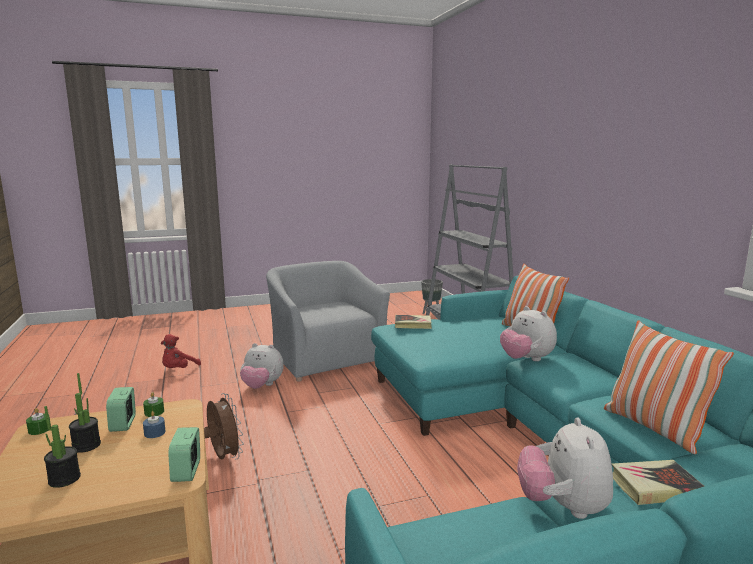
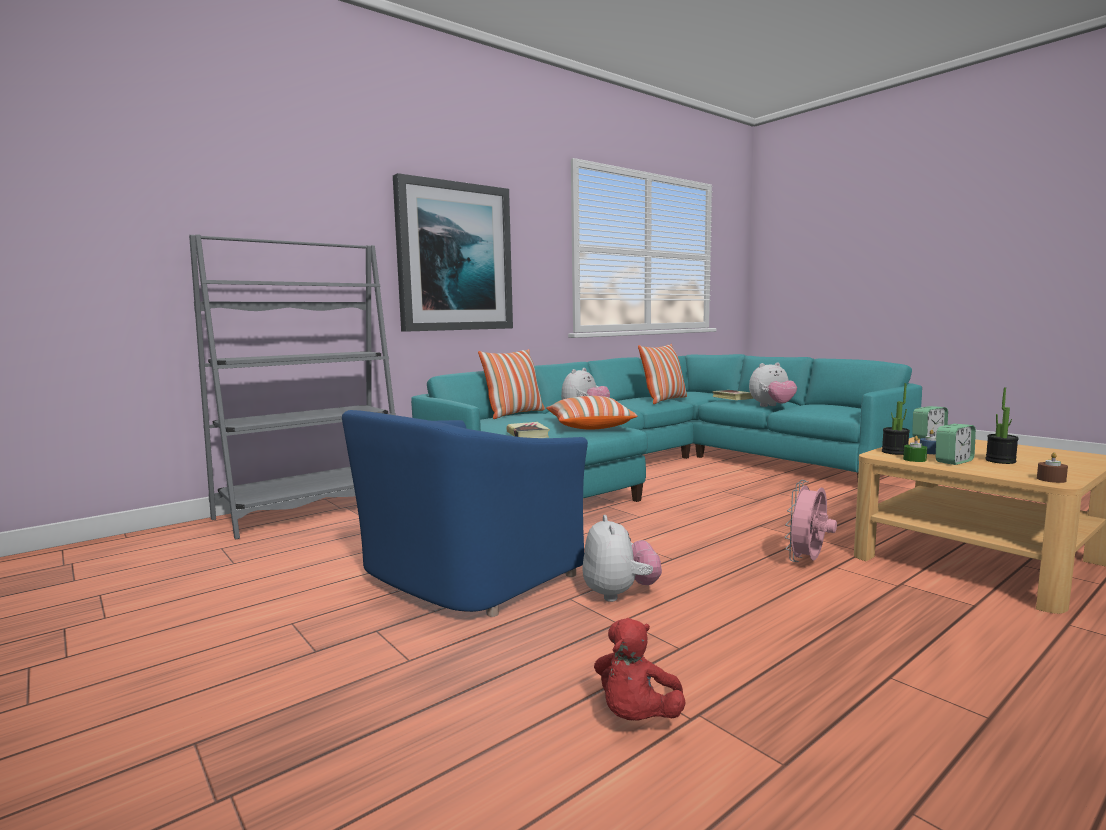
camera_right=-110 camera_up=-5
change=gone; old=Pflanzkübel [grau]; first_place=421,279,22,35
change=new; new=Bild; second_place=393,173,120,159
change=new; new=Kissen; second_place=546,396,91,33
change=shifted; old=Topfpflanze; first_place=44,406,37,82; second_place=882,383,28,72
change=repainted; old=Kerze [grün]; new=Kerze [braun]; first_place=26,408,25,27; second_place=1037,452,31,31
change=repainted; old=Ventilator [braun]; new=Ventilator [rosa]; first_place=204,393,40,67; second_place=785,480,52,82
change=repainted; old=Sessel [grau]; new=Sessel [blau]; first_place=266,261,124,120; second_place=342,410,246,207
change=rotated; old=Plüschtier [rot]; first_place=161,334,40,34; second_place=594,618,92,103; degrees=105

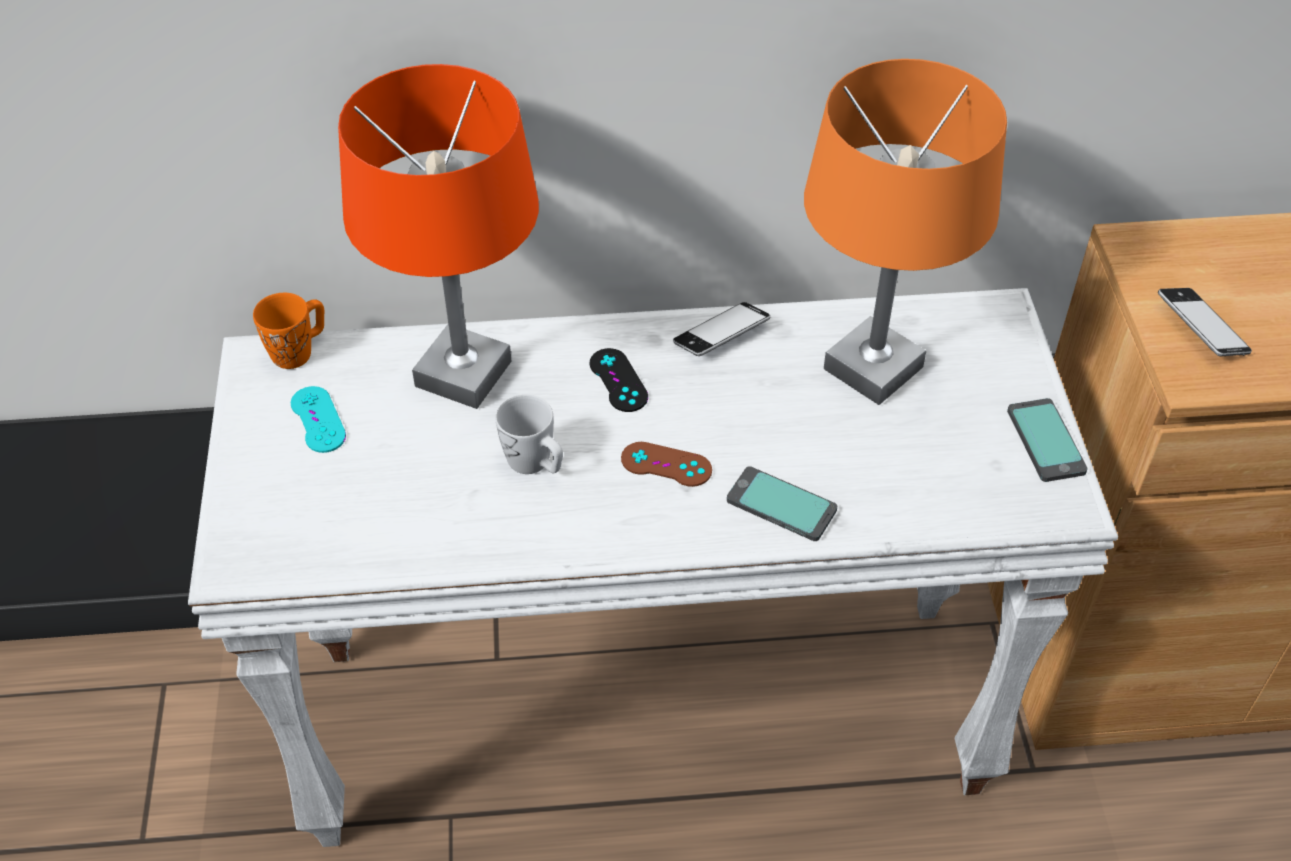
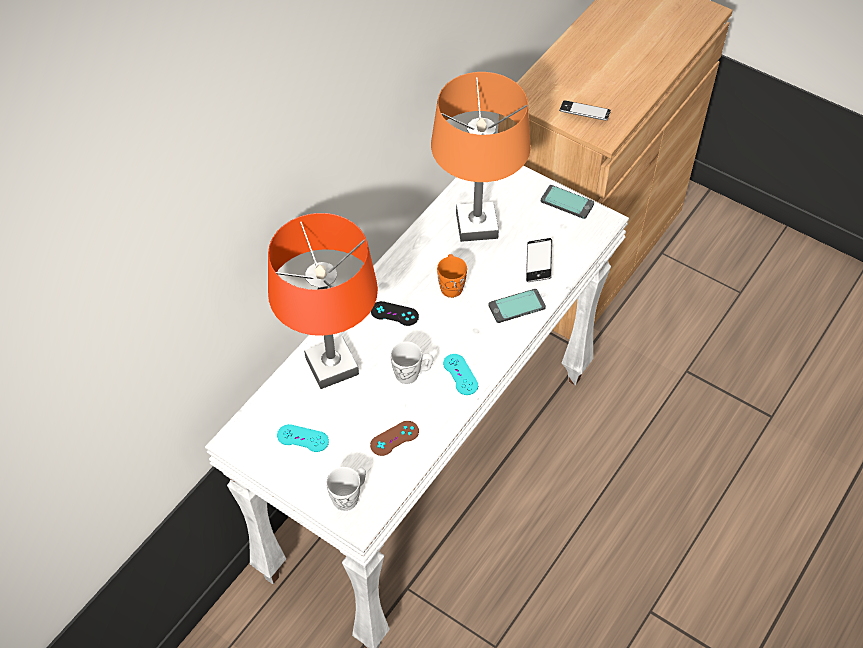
camera_right=-50 camera_up=5
change=new; new=Henkelbecher [weiß]; second_place=326,467,40,44
change=new; new=Gamepad [türkis]; second_place=443,354,35,41
change=shifted; old=Henkelbecher [orange]; first_place=253,293,71,76; second_place=437,254,30,44
change=shifted; old=Gamepad [braun]; first_place=621,442,91,45; second_place=370,421,49,35
change=shifted; old=Handy; first_place=673,302,97,54; second_place=526,238,26,44

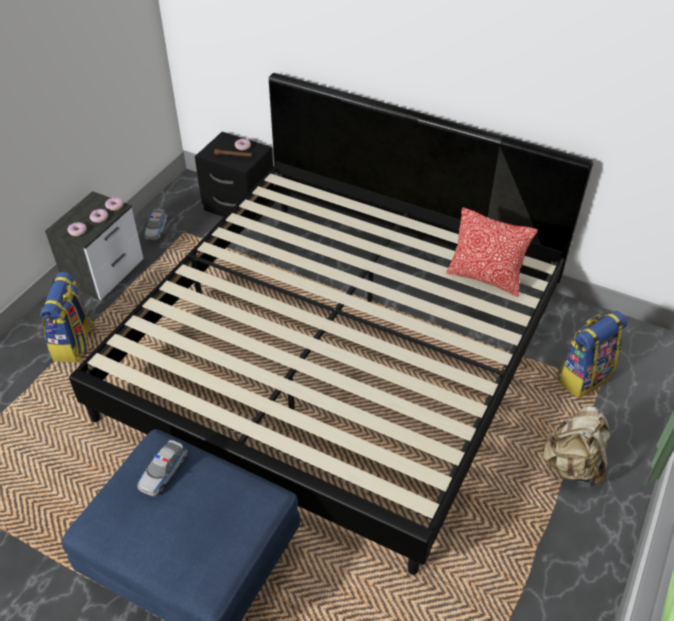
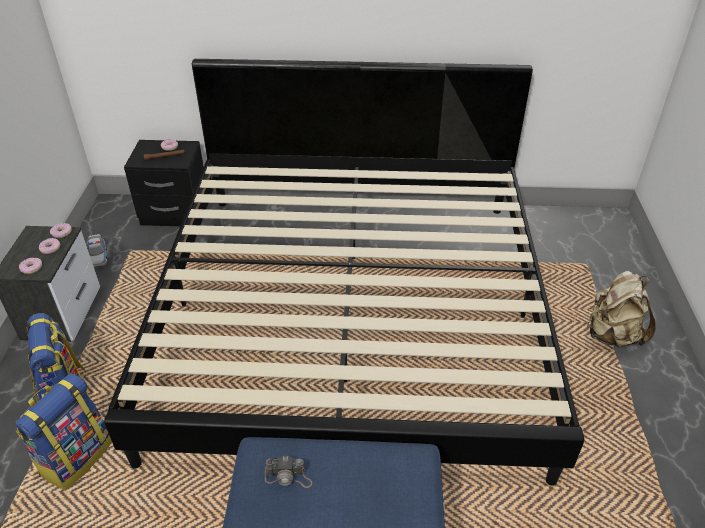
camera_right=-25 camera_up=-5
change=gone; old=Kissen; first_place=446,207,92,90
change=shifted; old=Rucksack; first_place=557,311,70,87; second_place=15,373,97,117
change=swapped; old=Spielzeugauto; new=Kamera; first_place=137,440,51,56; second_place=265,456,47,32

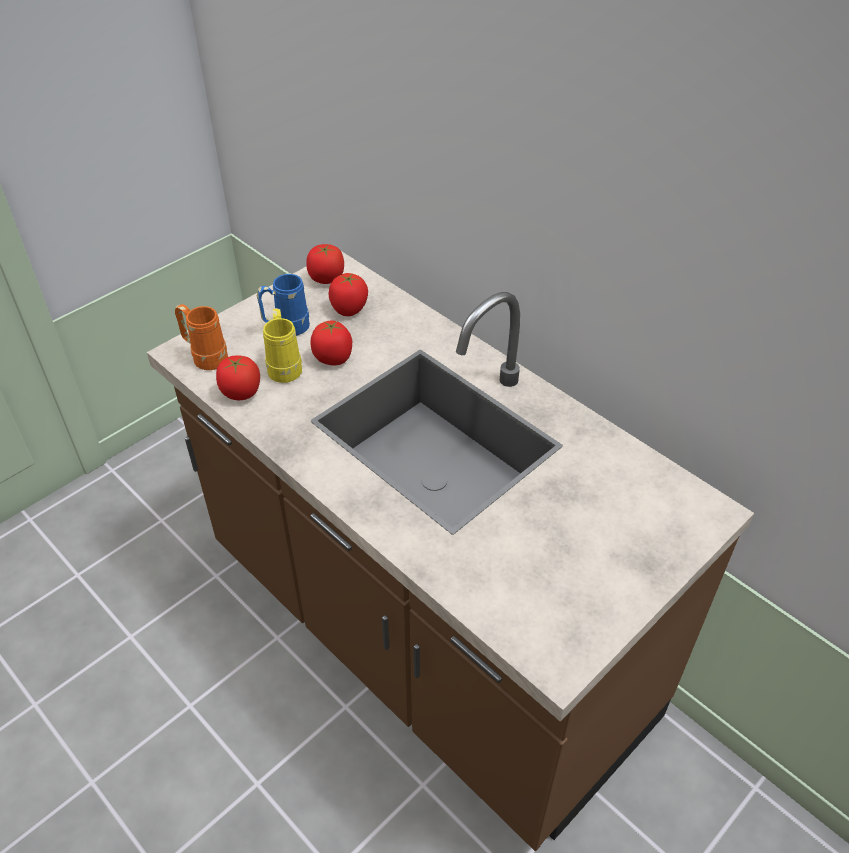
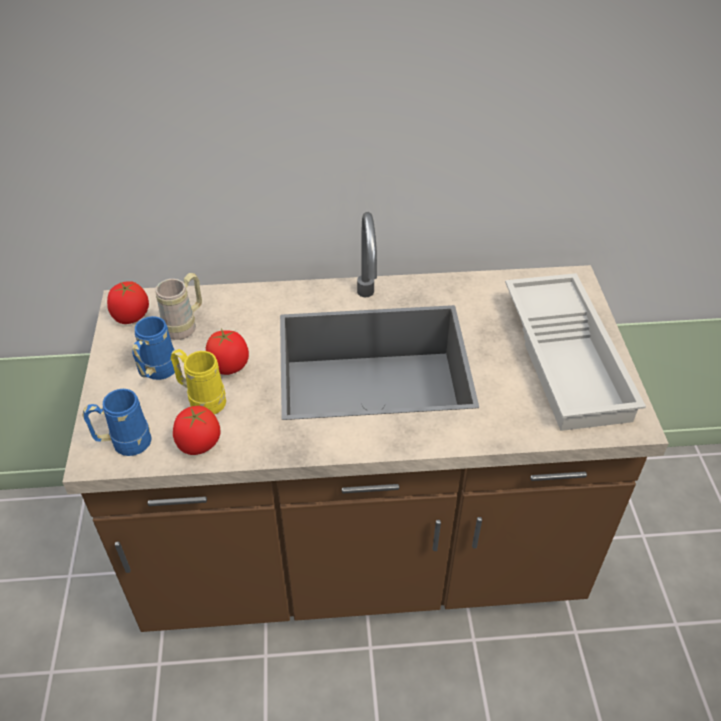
camera_right=-50 camera_up=0
change=new; new=Tablett [weiß]; second_place=505,273,141,158
change=swapped; old=Tomate; new=Henkelbecher [beige]; first_place=329,273,39,43; second_place=155,273,47,67
change=repainted; old=Henkelbecher [orange]; new=Henkelbecher [blau]; first_place=175,304,53,66; second_place=82,389,69,67

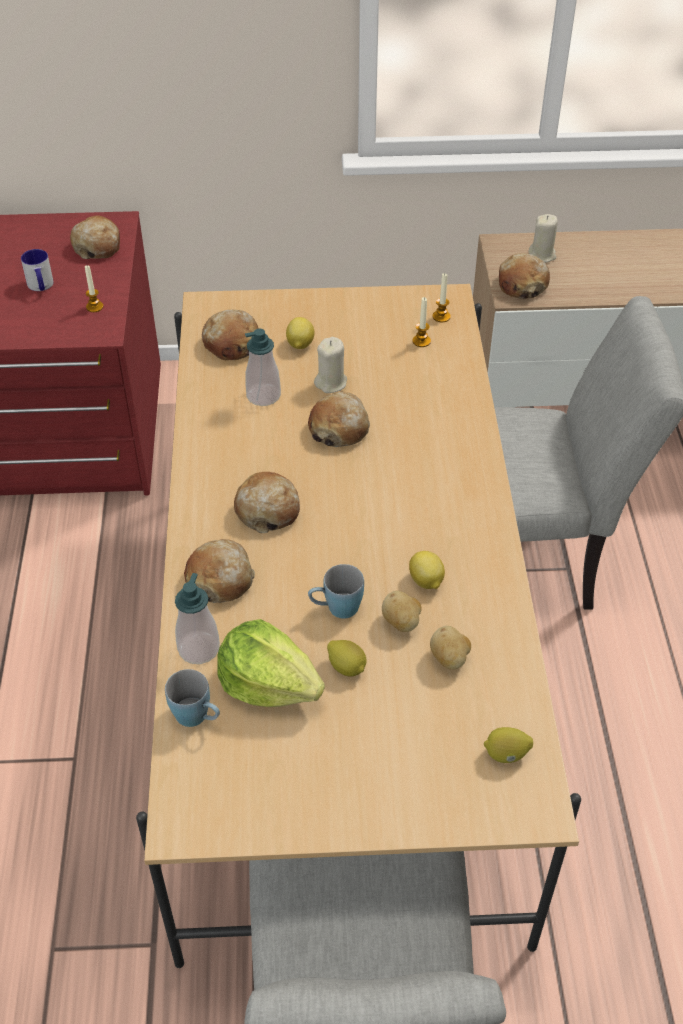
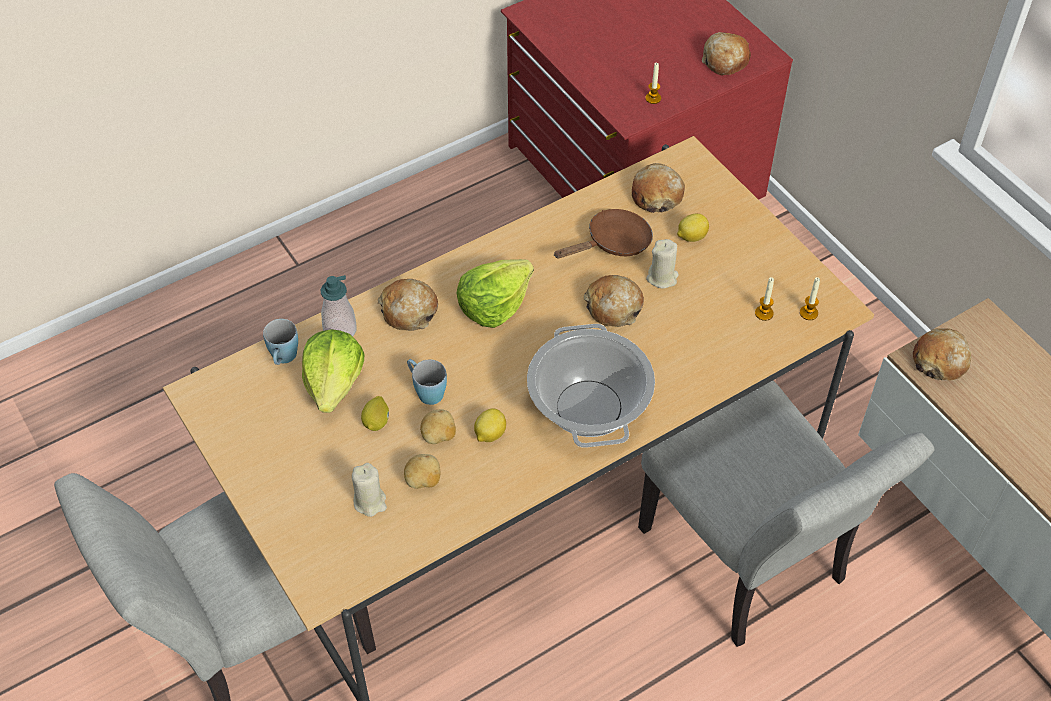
camera_right=60 camera_up=5
change=gone; old=Henkelbecher; first_place=21,249,33,42
change=gone; old=Zitrone; first_place=484,727,49,36
change=new; new=Kochtopf; second_place=527,324,128,123
change=shifted; old=Kerze [beige]; first_place=529,214,29,49; second_place=352,463,35,54
change=swapped; old=Brot; new=Salatkopf; first_place=234,472,66,61; second_place=457,259,77,69
change=swapped; old=Seifenspender; new=Pfanne [braun]; first_place=245,329,36,77; second_place=553,209,100,50

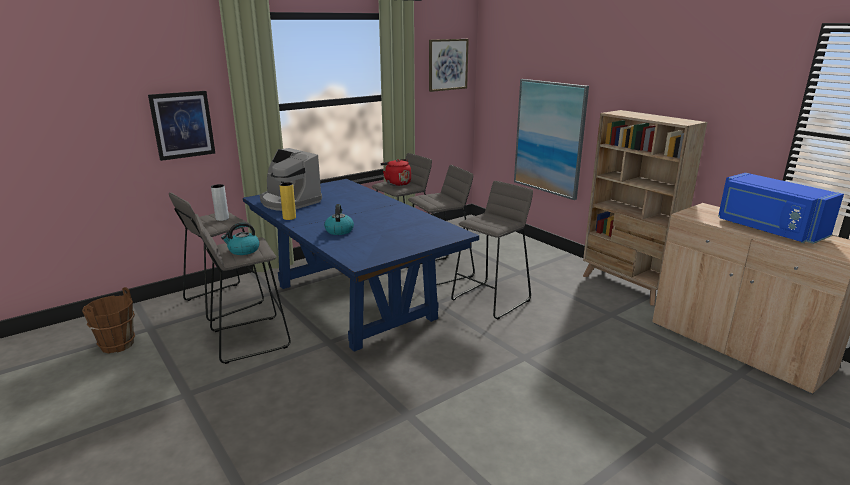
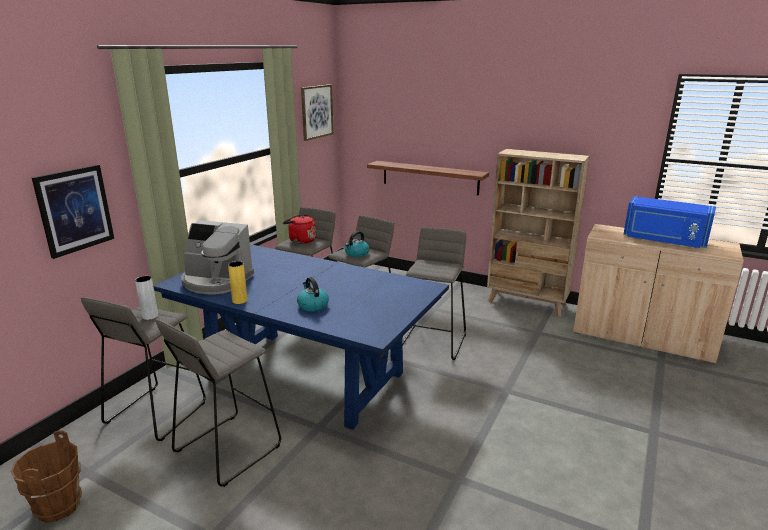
camera_right=-25 camera_up=0
change=shifted; old=Wasserkessel; first_place=221,222,39,33; second_place=345,231,24,26
change=swapped; old=Bild; new=Wandregal; first_place=514,79,75,121; second_place=367,161,122,34

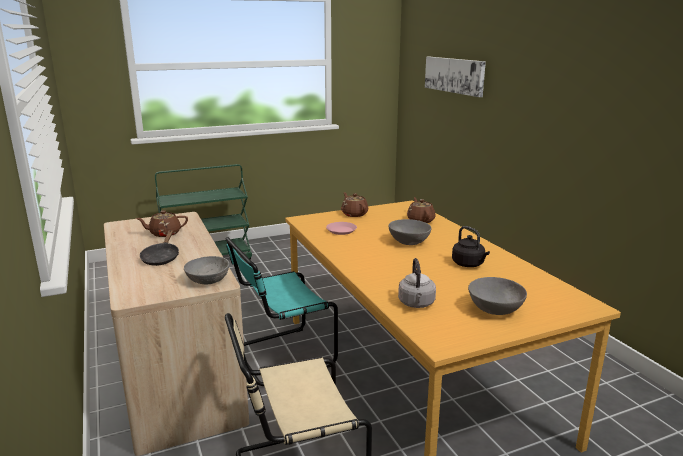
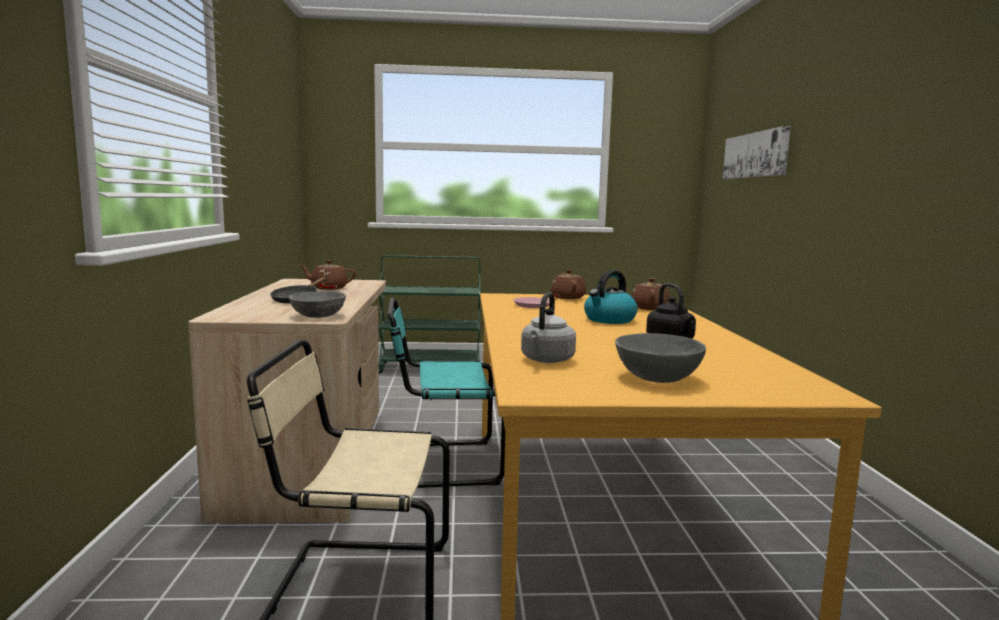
camera_right=20 camera_up=-10
change=swapped; old=Schüssel [grau]; new=Wasserkessel; first_place=389,219,43,26; second_place=584,270,54,54

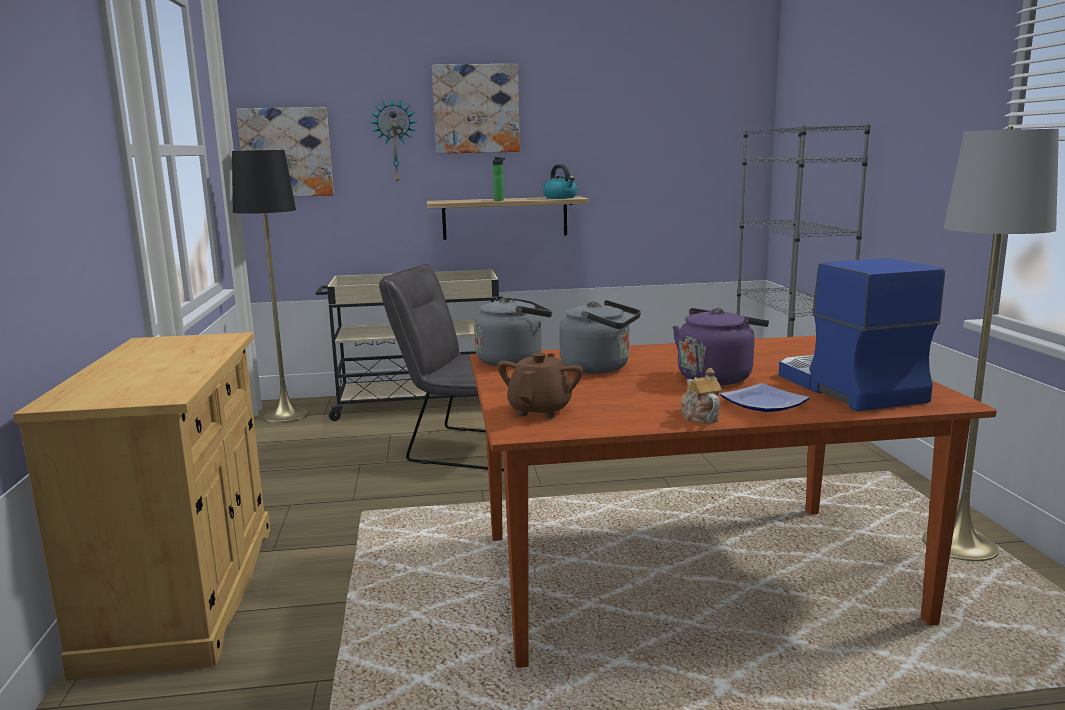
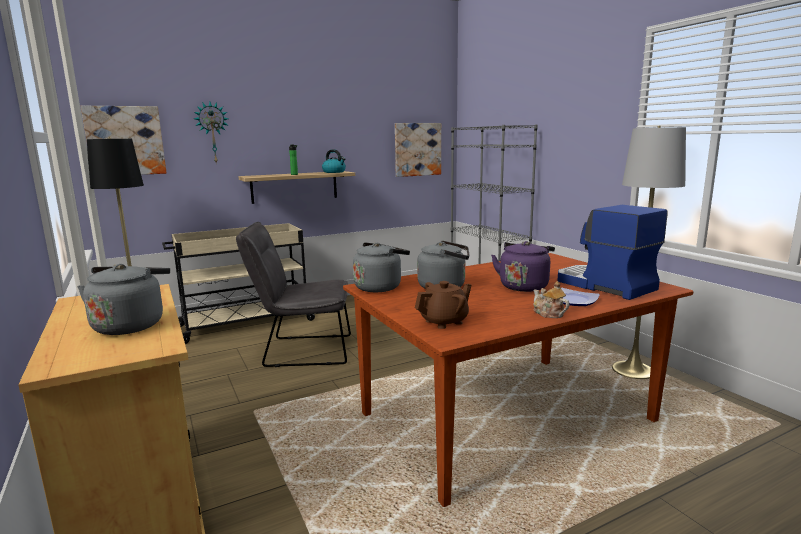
camera_right=-20 camera_up=0
change=new; new=Wasserkessel [grau]; second_place=77,264,93,71
change=shifted; old=Bild; first_place=432,64,88,90; second_place=395,123,46,54
change=rotated; old=Teekanne [braun]; first_place=497,352,86,67; second_place=415,281,57,48; degrees=60

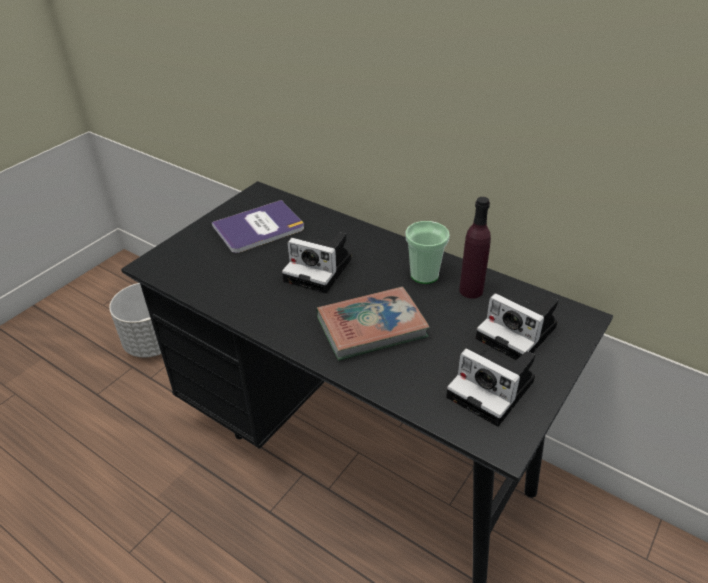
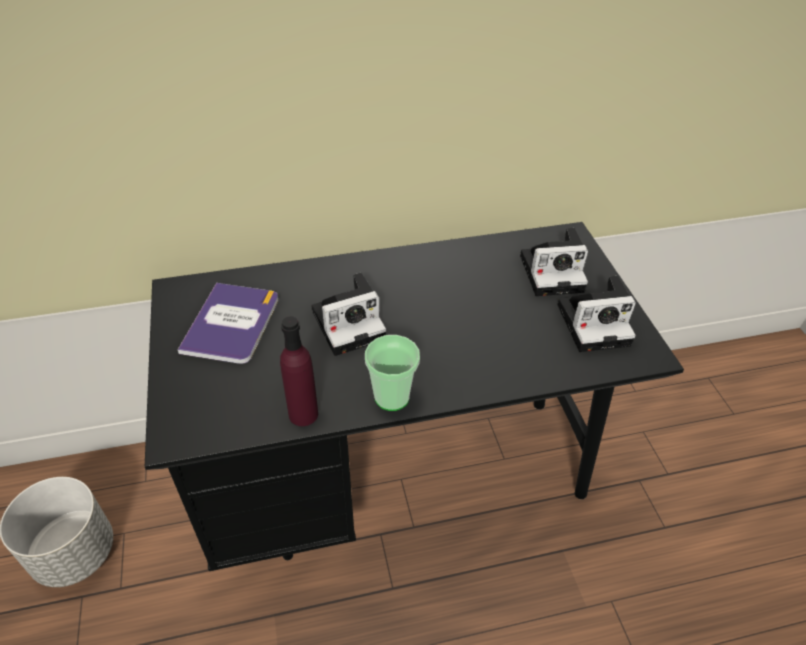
camera_right=-50 camera_up=5
change=gone; old=Buch; first_place=316,287,114,74
change=shifted; old=Tasse; first_place=406,221,44,63; second_place=365,335,55,76
change=shifted; old=Flasche [lila]; first_place=459,197,32,102; second_place=280,316,38,110

